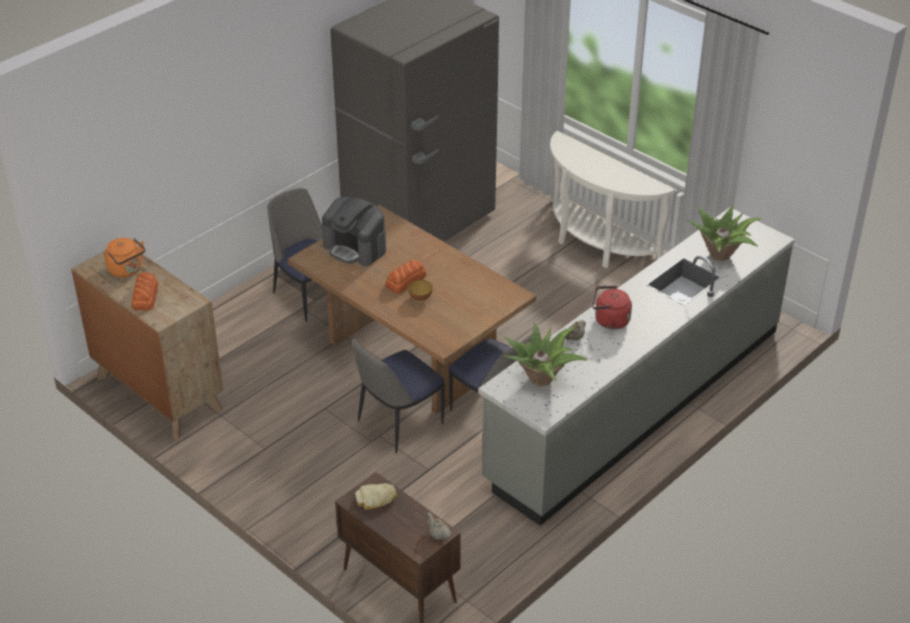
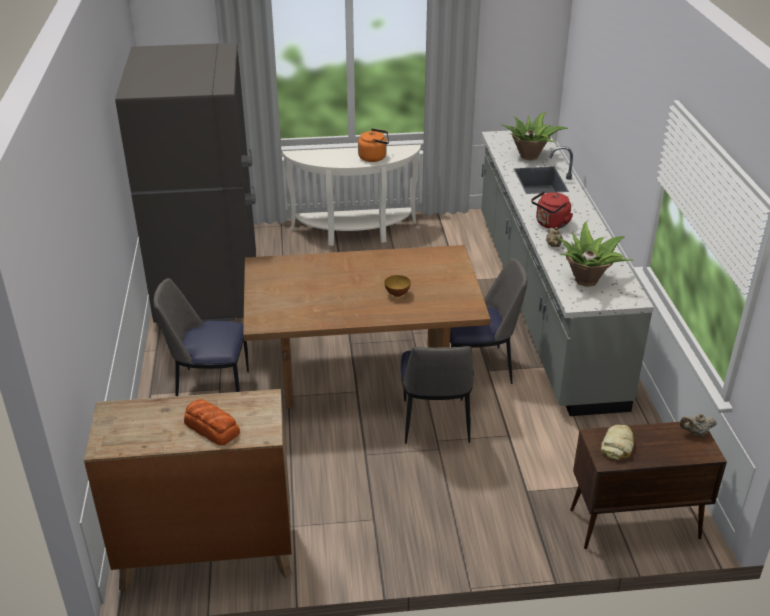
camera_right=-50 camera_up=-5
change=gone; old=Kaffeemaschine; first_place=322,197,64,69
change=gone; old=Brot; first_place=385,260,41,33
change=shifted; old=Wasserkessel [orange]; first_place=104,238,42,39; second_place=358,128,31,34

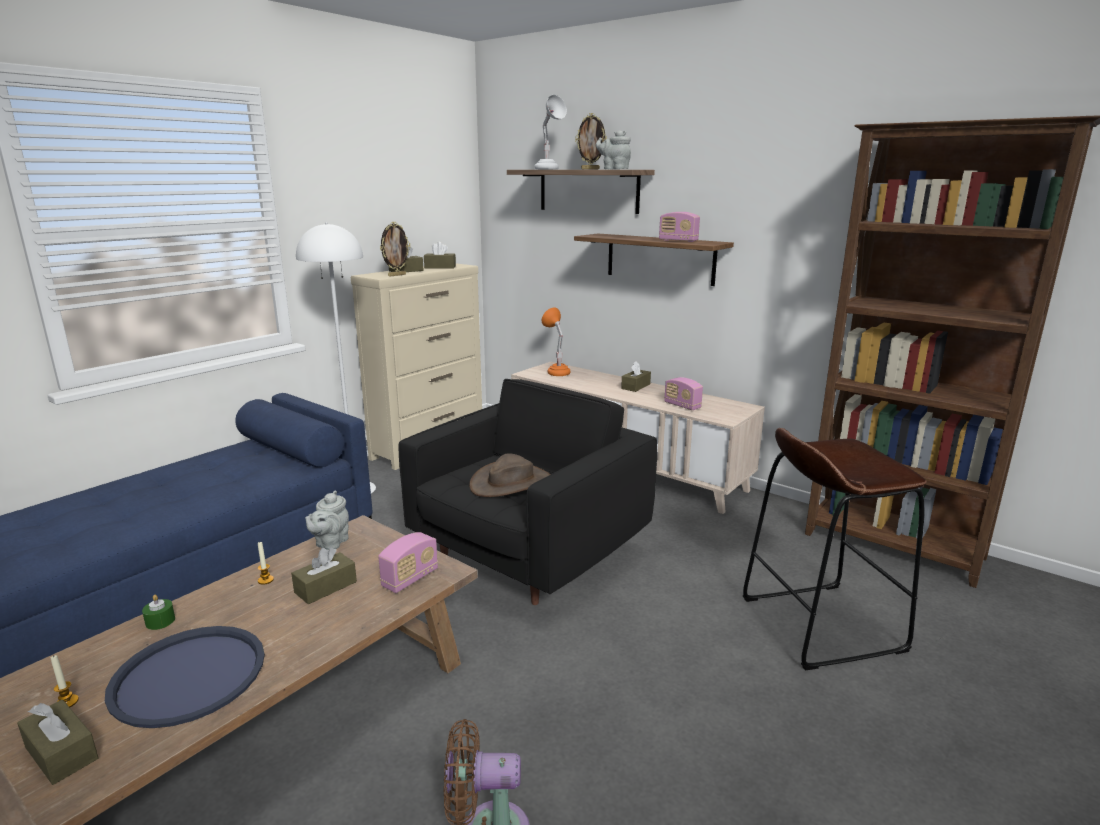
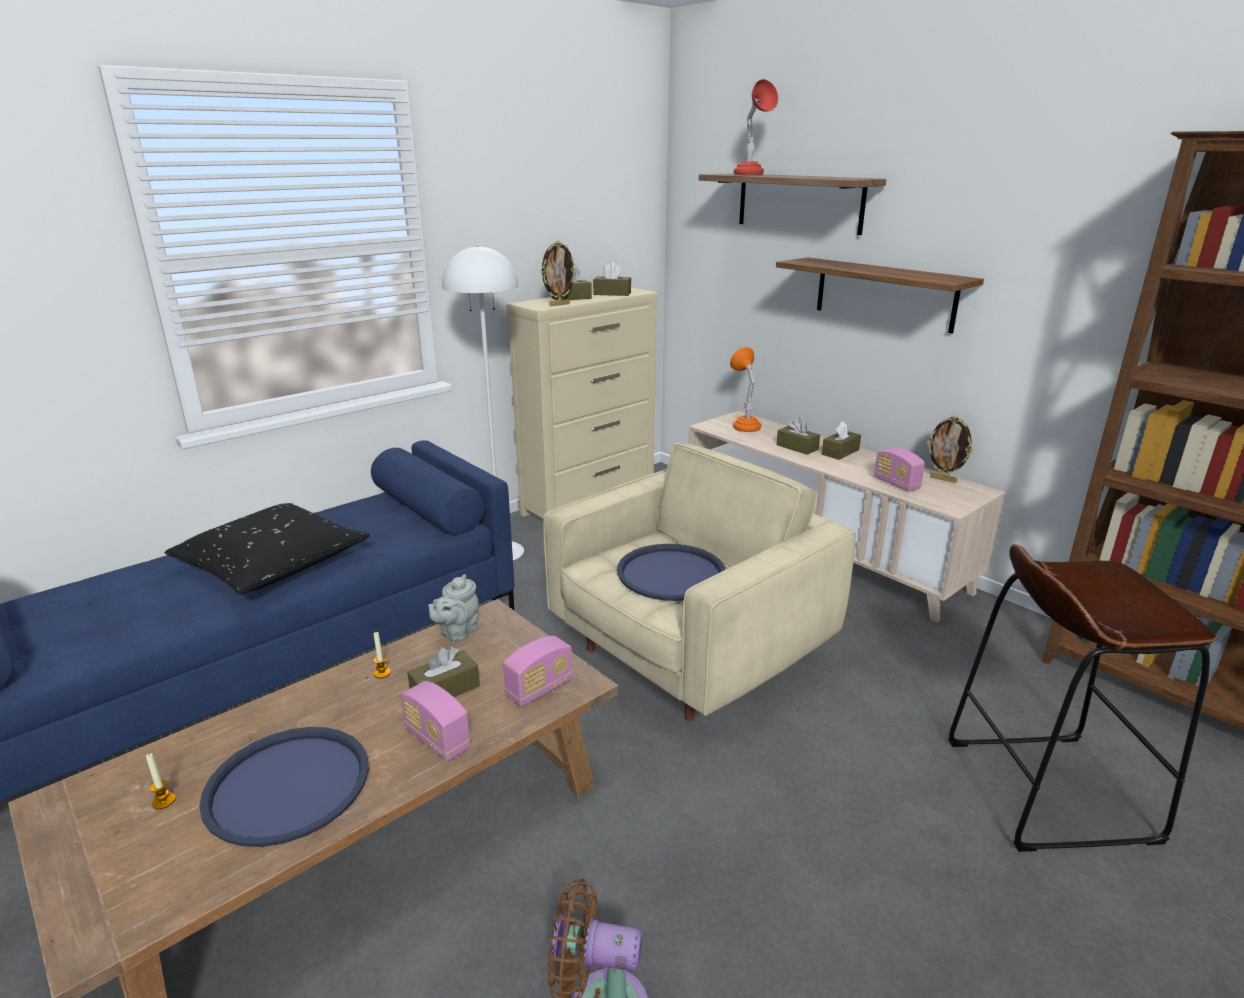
camera_right=10 camera_up=5
change=gone; old=Kerze [grün]; first_place=142,595,33,35
change=gone; old=Teekanne [grau]; first_place=596,130,35,39
change=new; new=Kissen [schwarz]; second_place=165,503,205,92
change=shifted; old=Taschentuchbox [braun]; first_place=17,700,82,85; second_place=776,417,44,38
change=shifted; old=Bilderrahmen; first_place=575,113,32,56; second_place=927,415,47,68
change=shifted; old=Radio; first_place=659,212,41,30; second_place=401,681,70,80
change=swapped; old=Hut [braun]; new=Tablett [blau]; first_place=469,454,82,43; second_place=617,544,109,57
change=repainted; old=Sessel [schwarz]; new=Sessel [beige]; first_place=399,379,258,226; second_place=543,443,313,278
change=repainted; old=Tischlampe [weiß]; new=Tischlampe [rot]; first_place=535,95,32,74; second_place=733,79,45,96

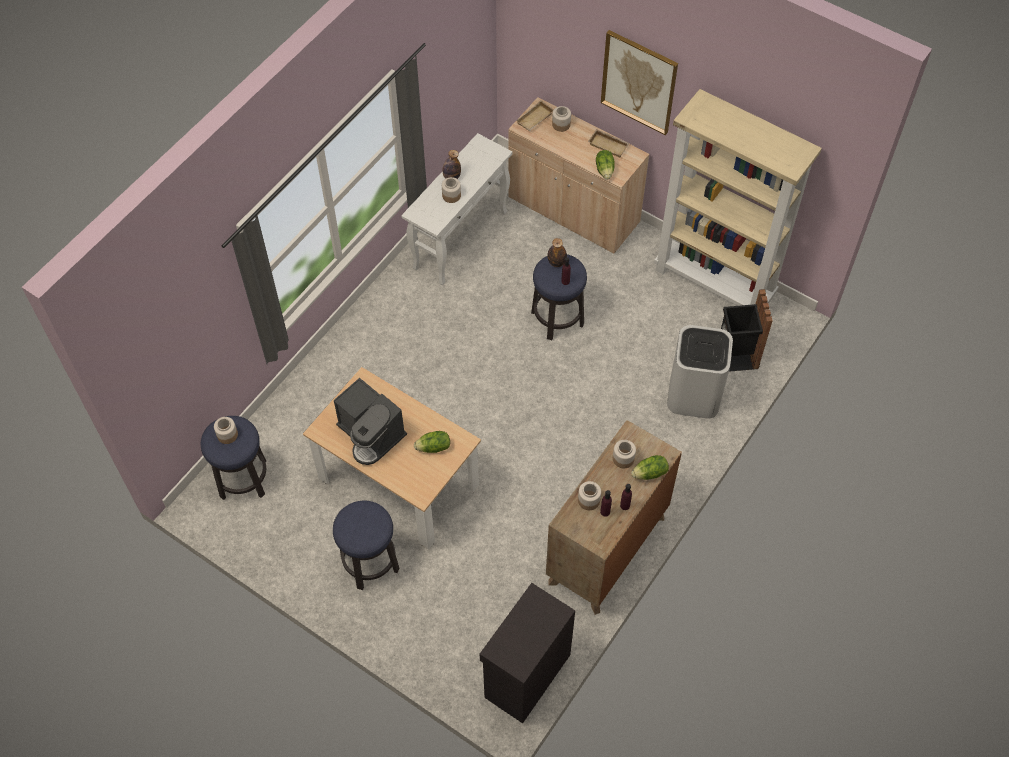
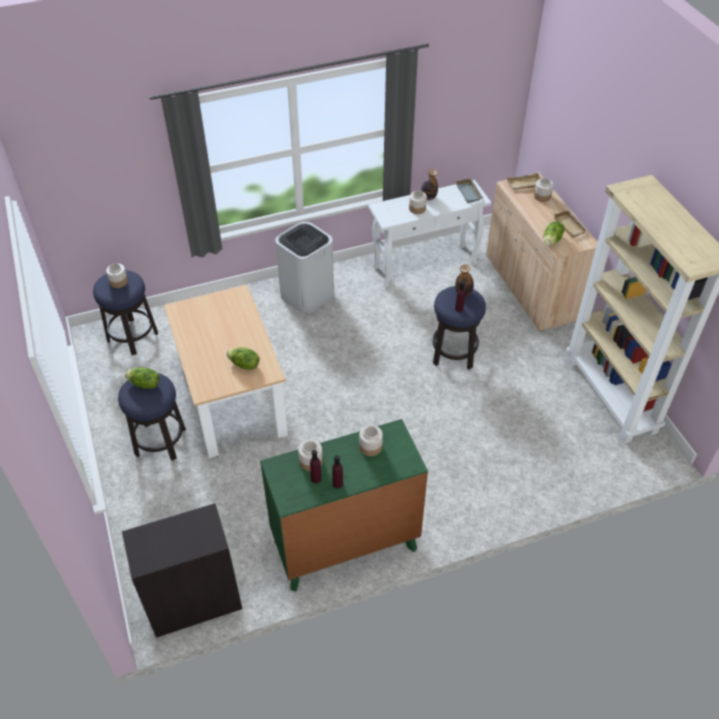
camera_right=35 camera_up=-10
change=gone; old=Kaffeemaschine; first_place=334,378,73,87
change=gone; old=Bild; first_place=601,30,77,105
change=gone; old=Mülleimer [schwarz]; first_place=721,289,52,83
change=new; new=Tablett [grau]; second_place=455,178,28,25
change=shifted; old=Salatkopf; first_place=631,455,38,25; second_place=125,367,34,22
change=shifted; old=Mülleimer [weiß]; first_place=667,325,66,94; second_place=275,222,59,92
change=repainted; old=Kommode [braun]; new=Kommode [grün]; first_place=546,420,136,195; second_place=260,419,168,172

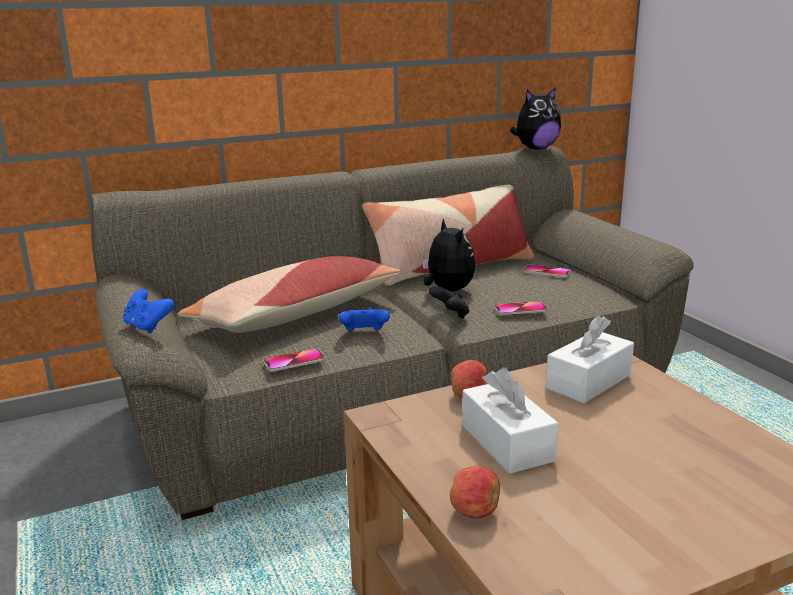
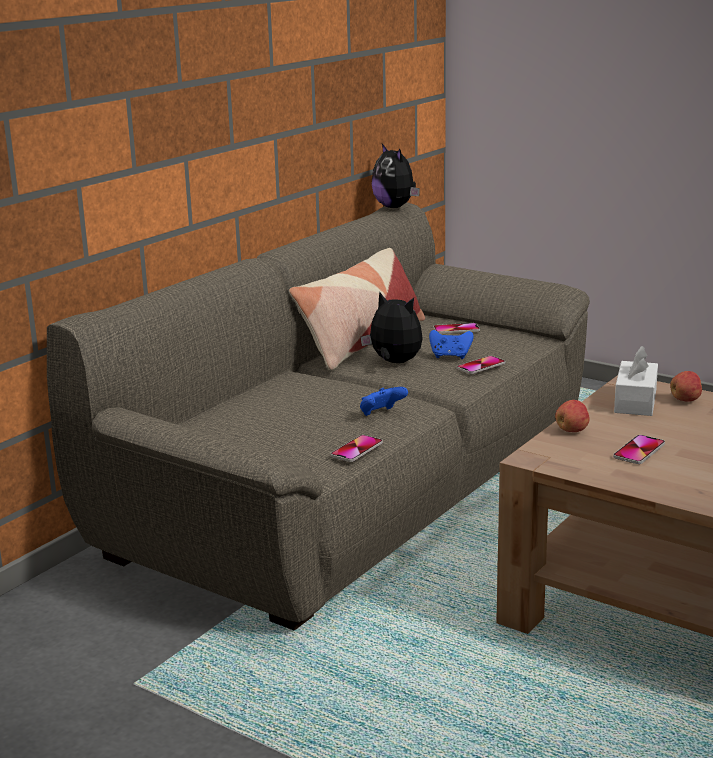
camera_right=-30 camera_up=0
change=gone; old=Kissen; first_place=178,256,224,77
change=gone; old=Gamepad [schwarz]; first_place=429,286,40,33
change=shifted; old=Gamepad [blau]; first_place=123,289,51,44; second_place=429,330,45,29
change=shifted; old=Apfel; first_place=450,466,50,52; second_place=670,371,33,31
change=swapped; old=Taschentuchbox [weiß]; new=Handy; first_place=462,367,97,107; second_place=613,435,52,29
change=rotated; old=Plüschtier; first_place=510,87,51,63; second_place=372,144,48,64; degrees=120

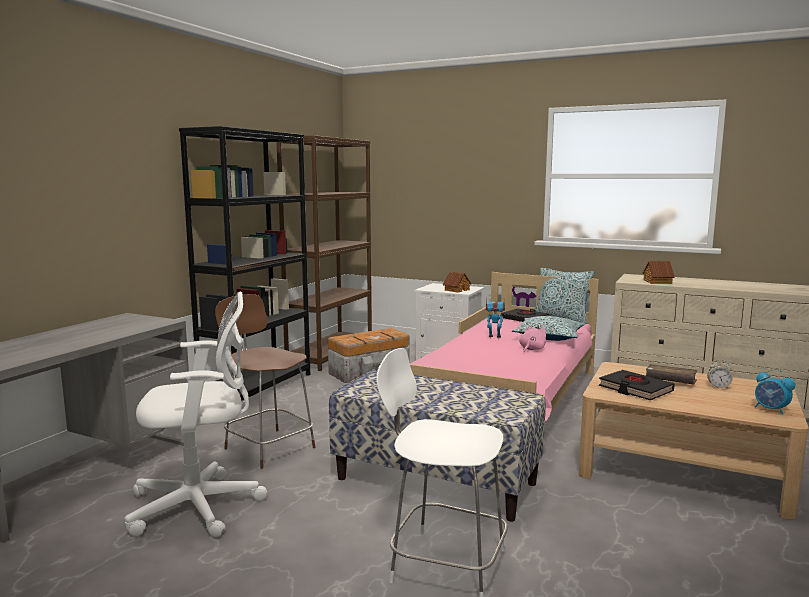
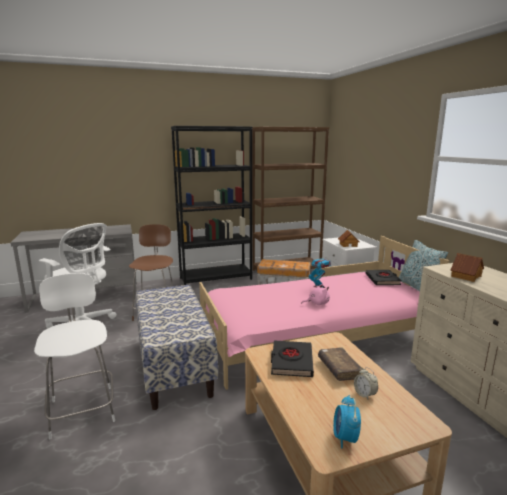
camera_right=45 camera_up=5
change=gone; old=Kissen; first_place=512,316,73,25

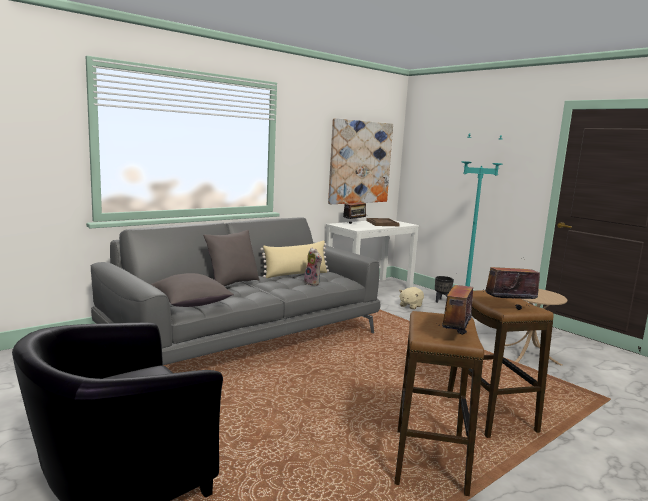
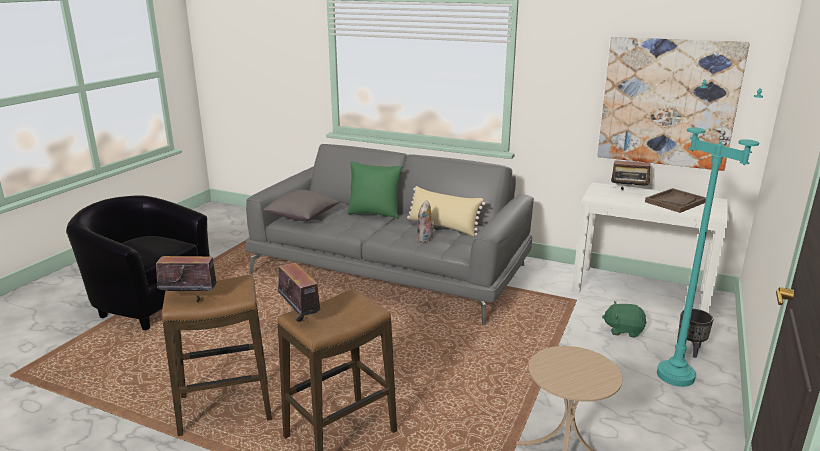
camera_right=65 camera_up=10
change=repainted; old=Kissen [grau]; new=Kissen [grün]; first_place=203,230,56,56; second_place=347,161,56,58
change=repainted; old=Plüschtier [beige]; new=Plüschtier [grün]; first_place=399,287,25,22; second_place=602,301,45,37

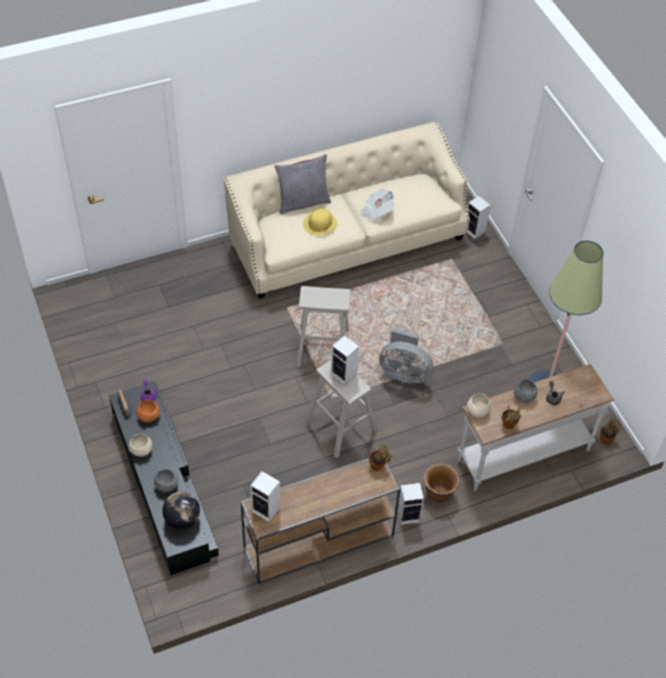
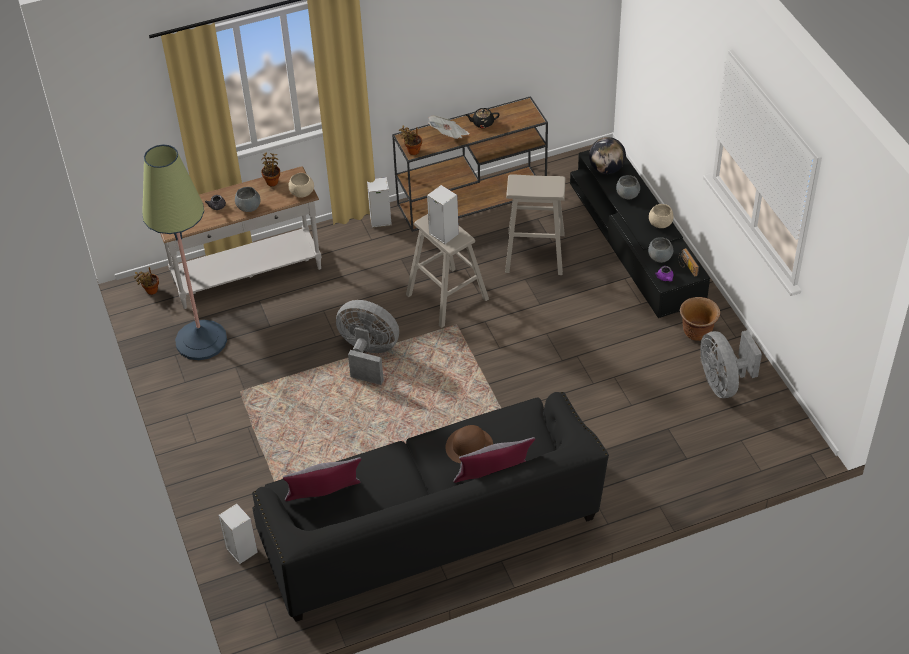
camera_right=-175 camera_up=-5
change=gone; old=Lautsprecher; first_place=250,471,30,51
change=new; new=Kissen [grau]; second_place=283,457,78,44
change=new; new=Teekanne [schwarz]; second_place=465,108,35,20
change=new; new=Ventilator [grau]; second_place=700,330,62,68
change=shifted; old=Hocker [beige]; first_place=296,286,55,81; second_place=505,175,61,100
change=shifted; old=Zeitung; first_place=360,189,35,33; second_place=428,115,41,24
change=shifted; old=Pflanzkübel [braun]; first_place=424,463,36,40; second_place=680,297,40,44
change=repainted; old=Schüssel [orange]; new=Schüssel [grau]; first_place=137,400,22,22; second_place=648,237,25,26
change=repainted; old=Sofa [beige]; new=Sofa [schwarz]; first_place=224,121,246,178; second_place=252,392,357,230
change=repainted; old=Hut [gelb]; new=Hut [braun]; first_place=303,208,34,28; second_place=445,425,48,38

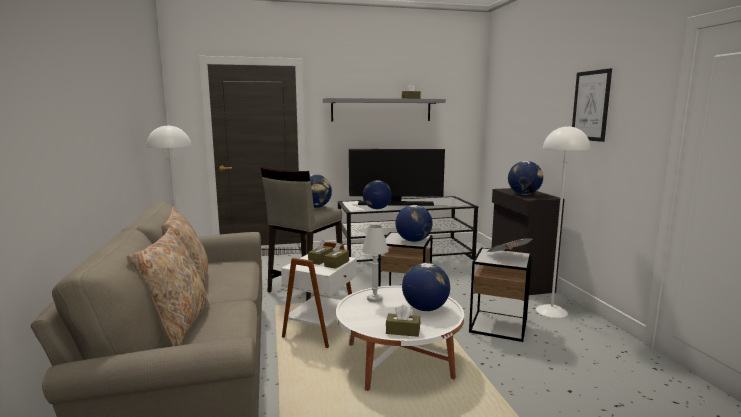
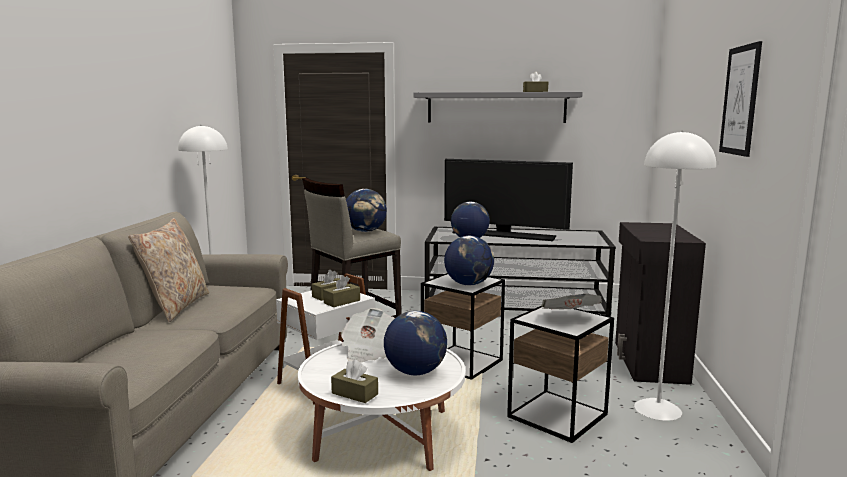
camera_right=20 camera_up=0
change=gone; old=Kissen [beige]; first_place=127,227,83,119
change=gone; old=Globus; first_place=508,161,35,34
change=swapped; old=Tischlampe [weiß]; new=Zeitung; first_place=362,225,27,77; second_place=341,308,54,55

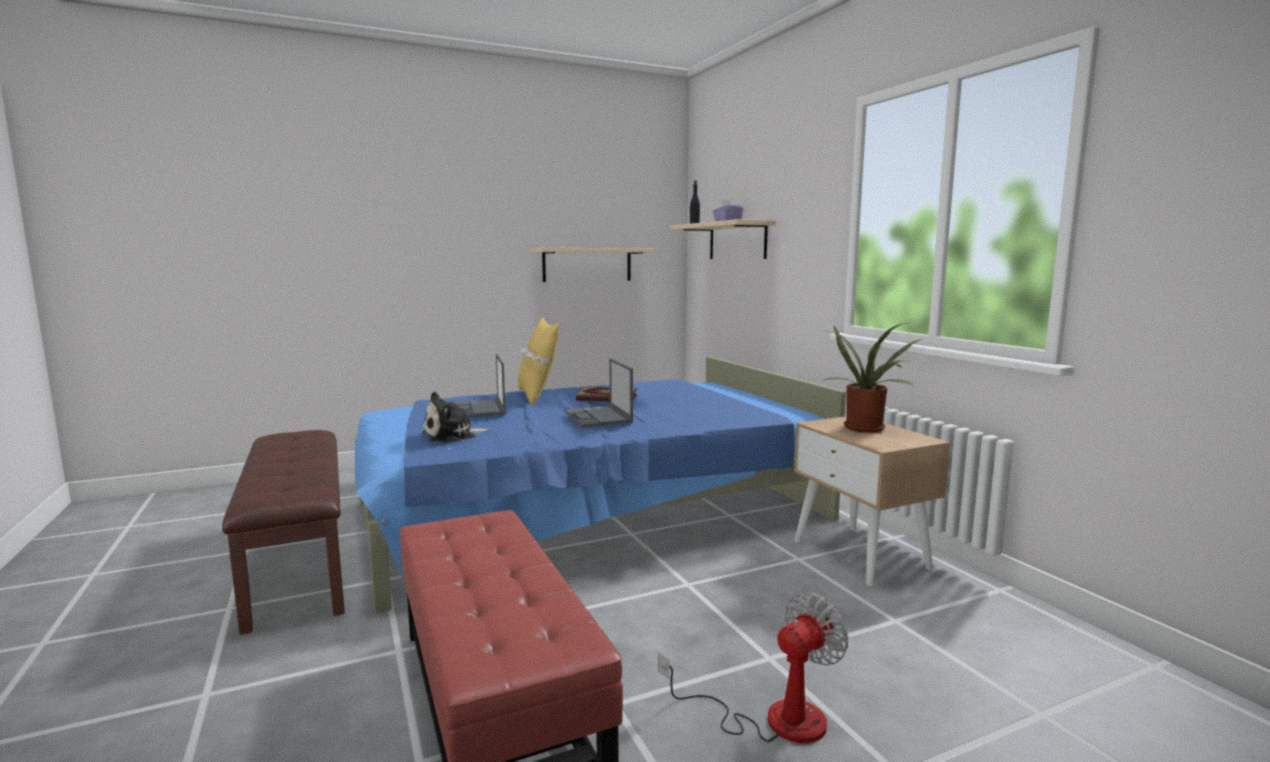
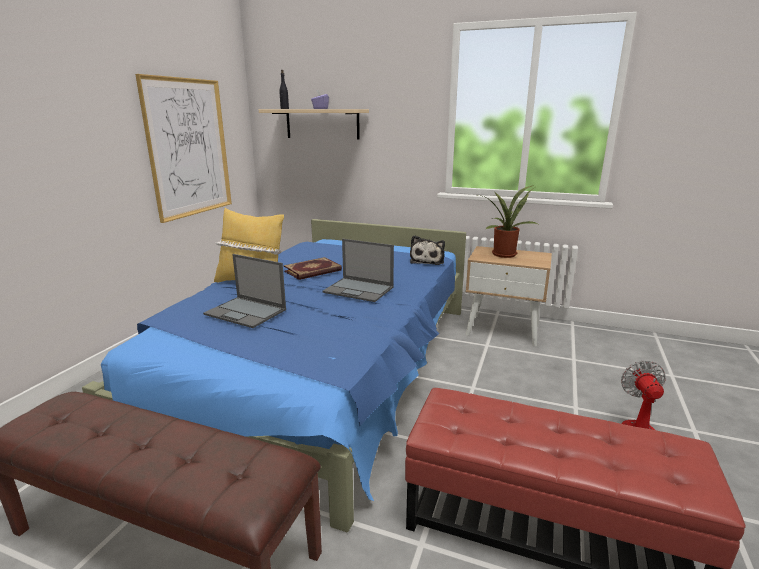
camera_right=-45 camera_up=10
change=shifted; old=Plüschtier; first_place=422,391,67,52; second_place=410,235,35,30
change=swapped; old=Wandregal [beige]; new=Bild; first_place=530,248,128,34; second_place=135,74,97,149

